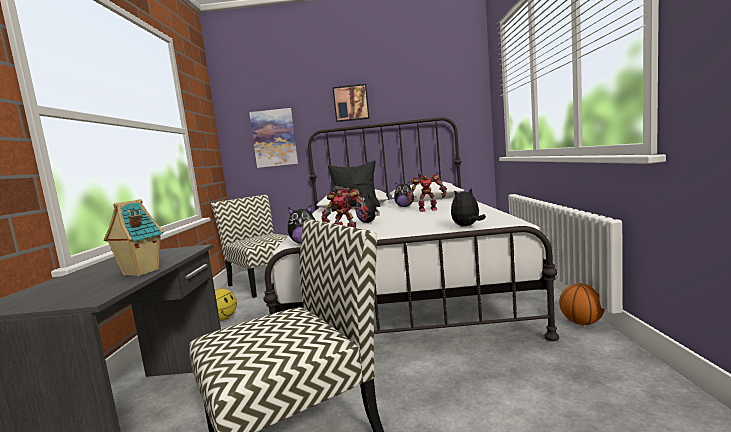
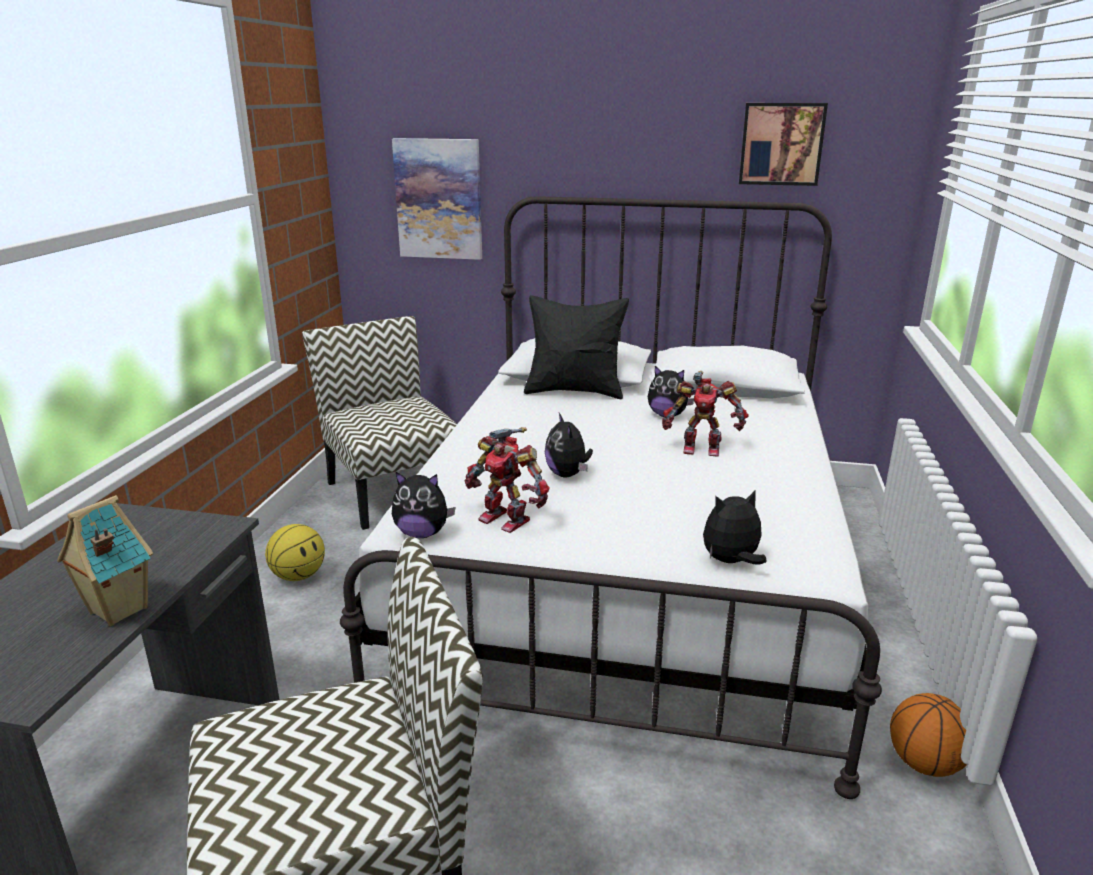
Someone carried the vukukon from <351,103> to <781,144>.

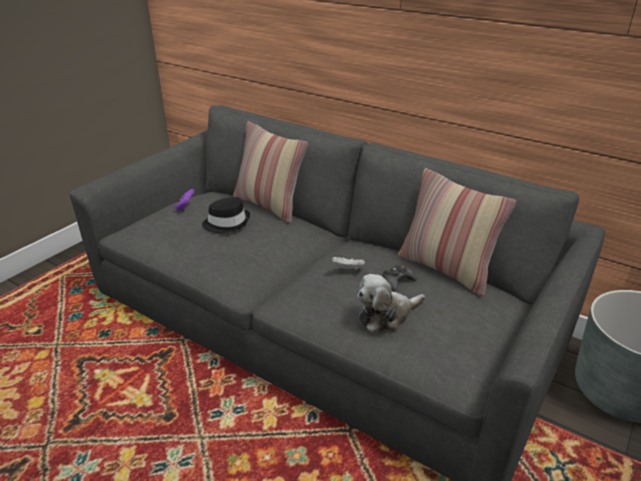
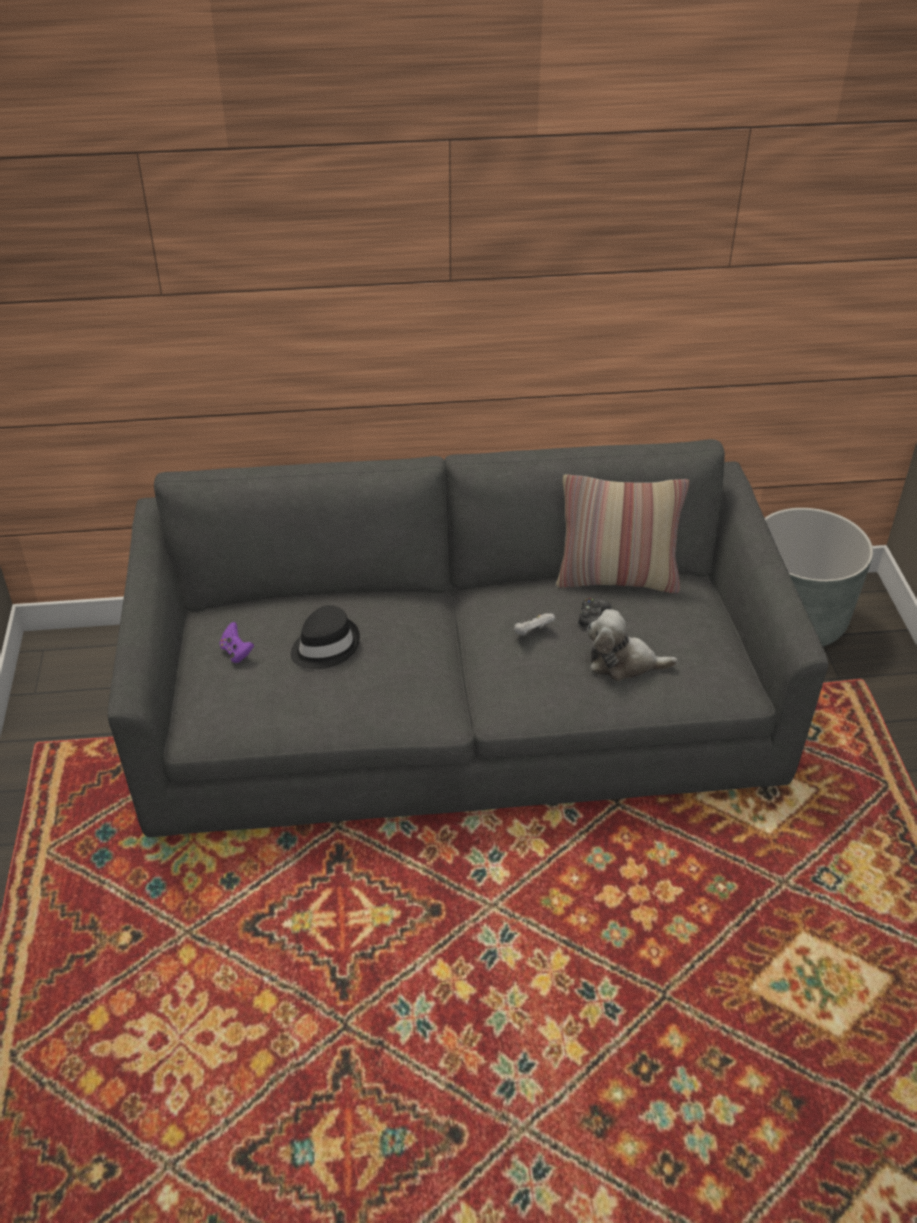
Someone took away the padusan at <269,205>. Someone rotated the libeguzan at <386,315> by 75 degrees clockwise.

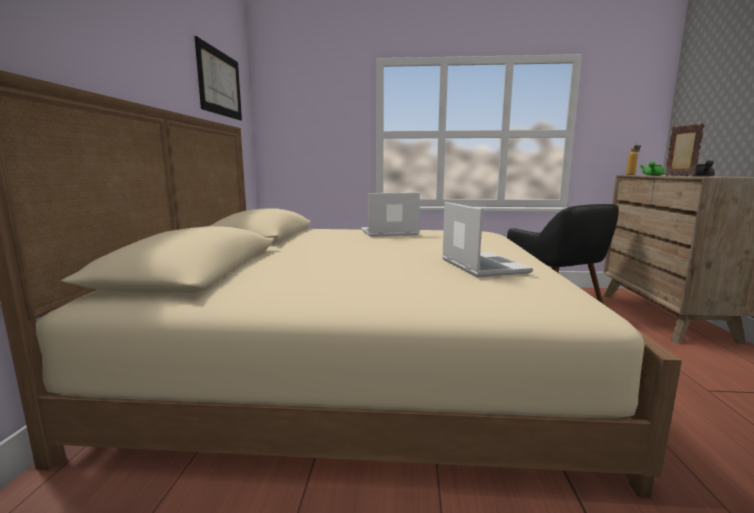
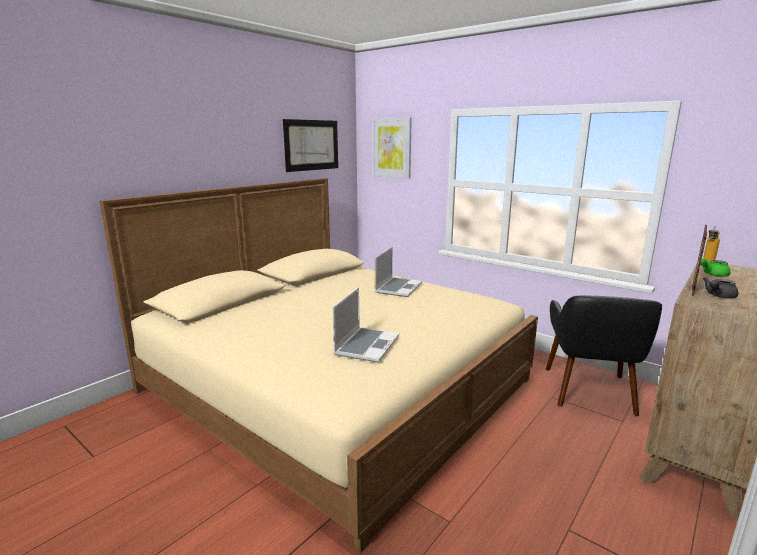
Someone put up the vukukon at <391,147>. Someone rotated the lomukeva at <388,233> by 90 degrees clockwise.

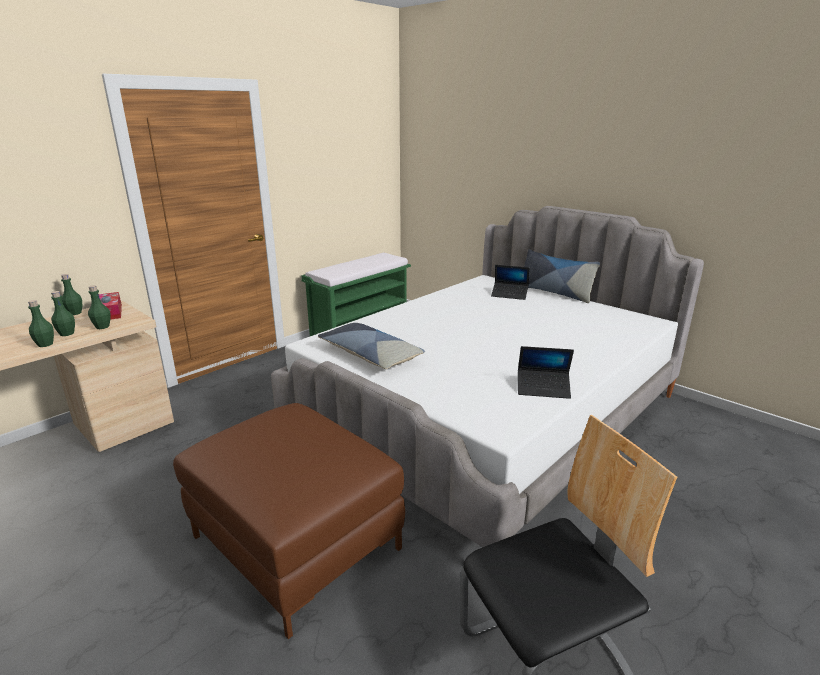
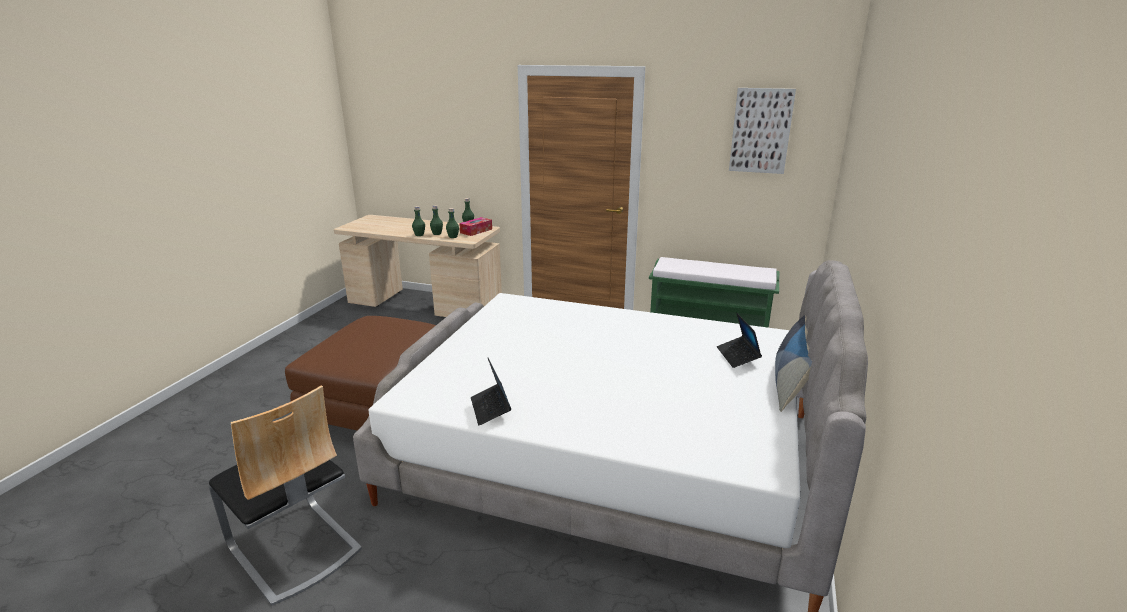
Someone took away the padusan at <370,355>. Someone put up the vukukon at <761,131>.

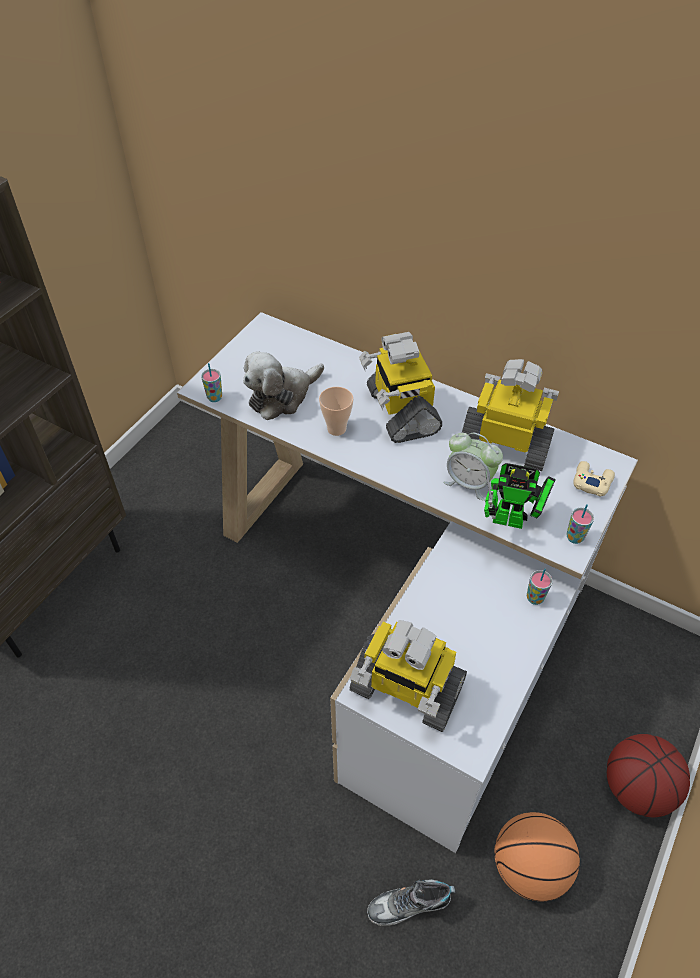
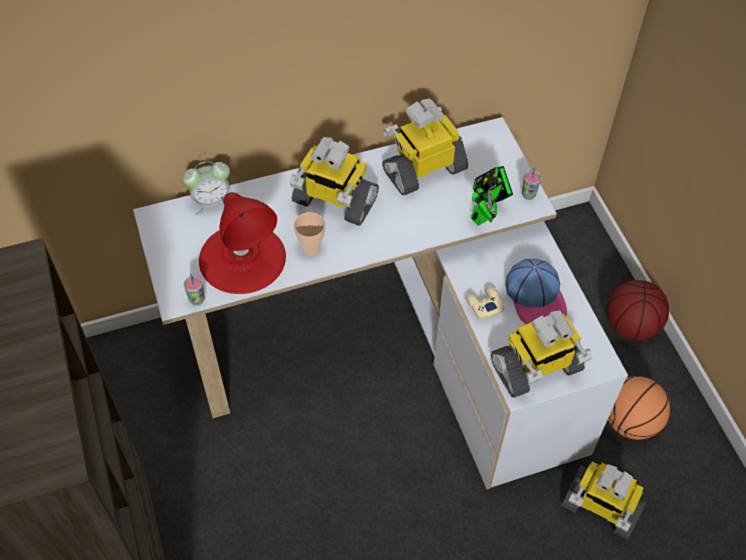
Someone took away the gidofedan at <534,598>. Someone put down the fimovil at <536,297>. Someone carried the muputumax from <469,483> to <212,202>. Someone carried the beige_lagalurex from <591,481> to <484,305>. Someone swapped the libeguzan at <282,396> for the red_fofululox at <243,258>. Someone swapped the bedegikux at <409,905> for the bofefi at <600,507>.

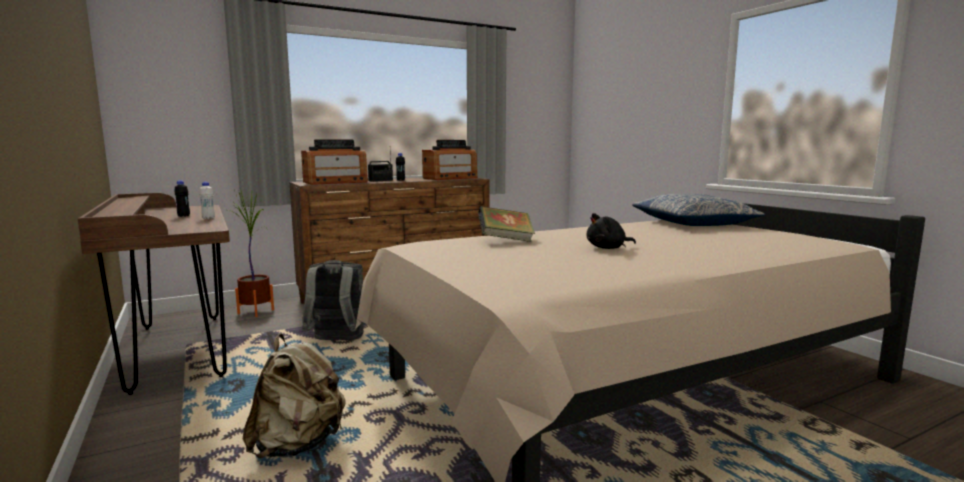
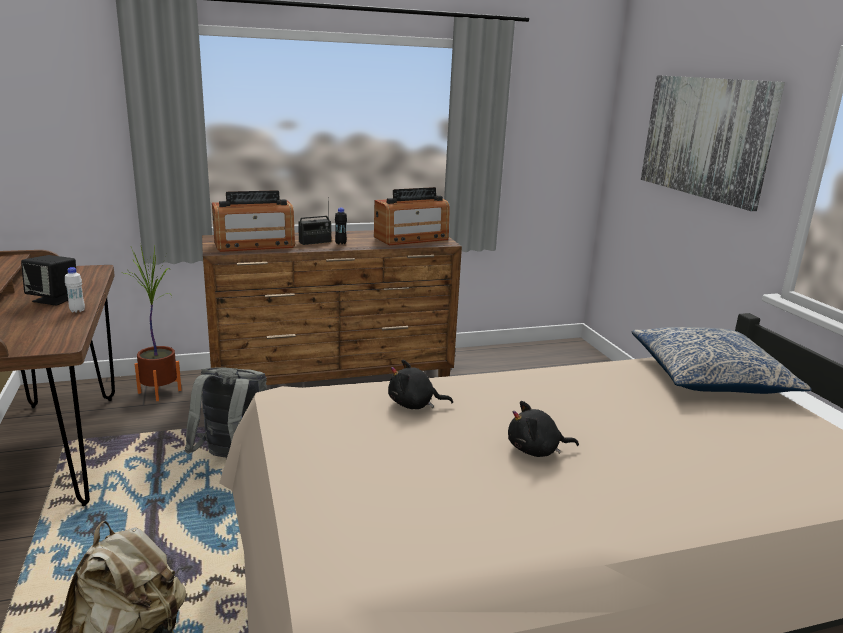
Someone put up the vukukon at <705,137>. Someone swapped the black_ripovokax at <183,216> for the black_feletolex at <54,299>. Someone swapped the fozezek at <505,240> for the black_libeguzan at <414,405>.

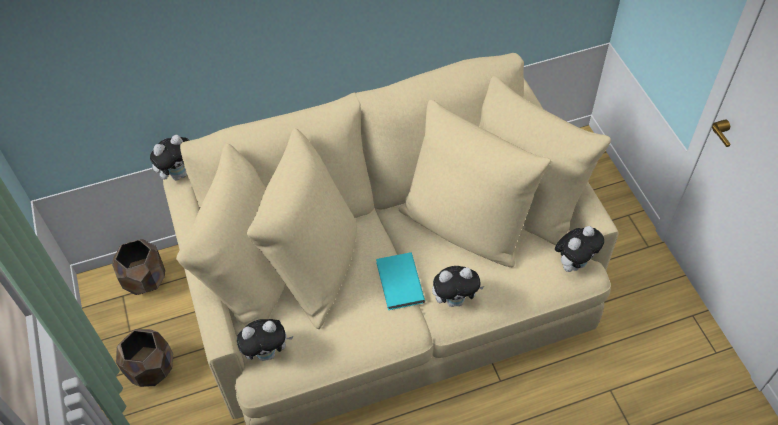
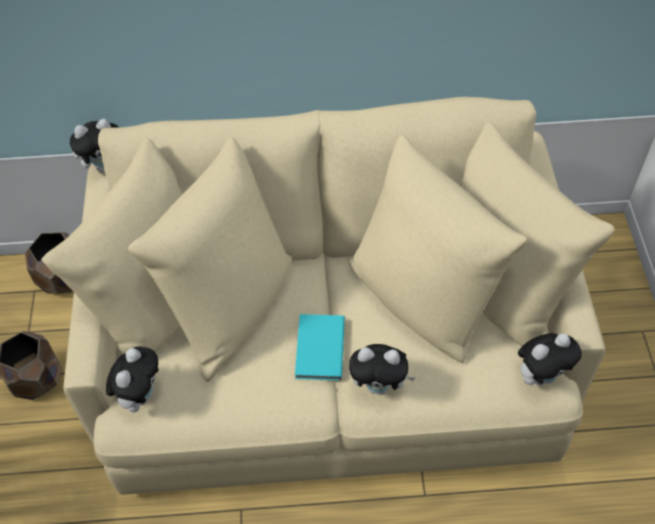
Someone rotated the libeguzan at <267,353> by 75 degrees counterclockwise.

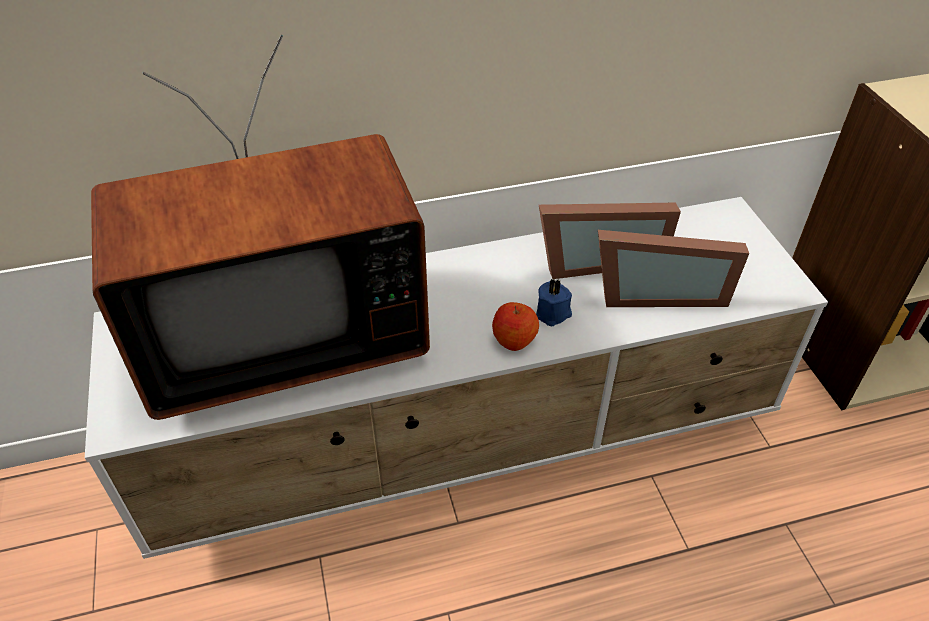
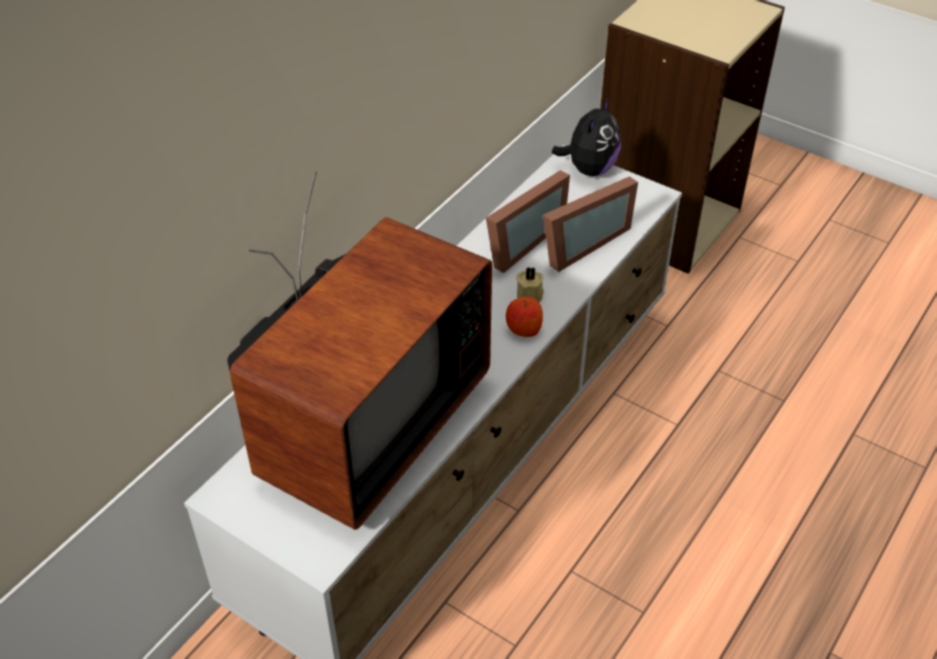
Someone put down the libeguzan at <589,169>. Someone repainted the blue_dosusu at <553,314>, which became the beige_dosusu at <530,296>.

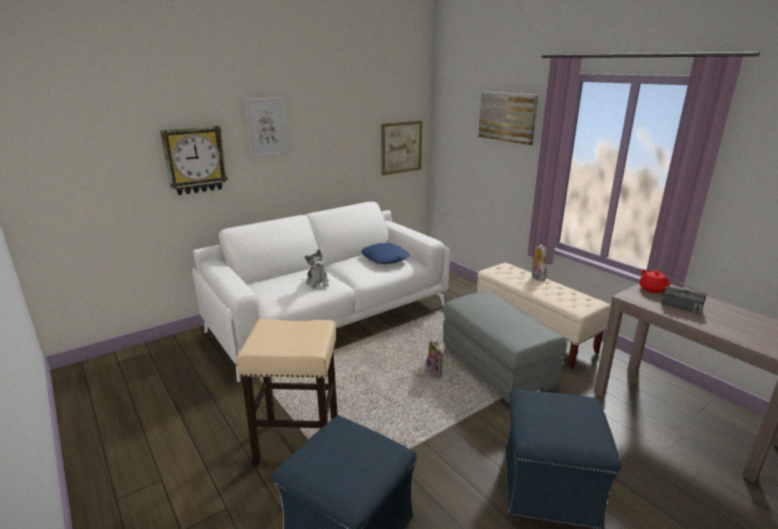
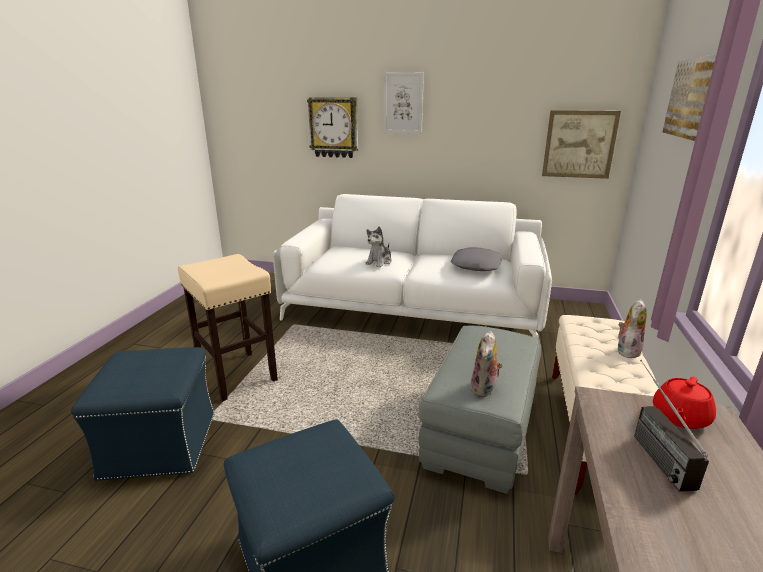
Someone carried the libeguzan from <435,373> to <484,389>. Someone repainted the blue_padusan at <385,258>, which became the grey_padusan at <476,265>.

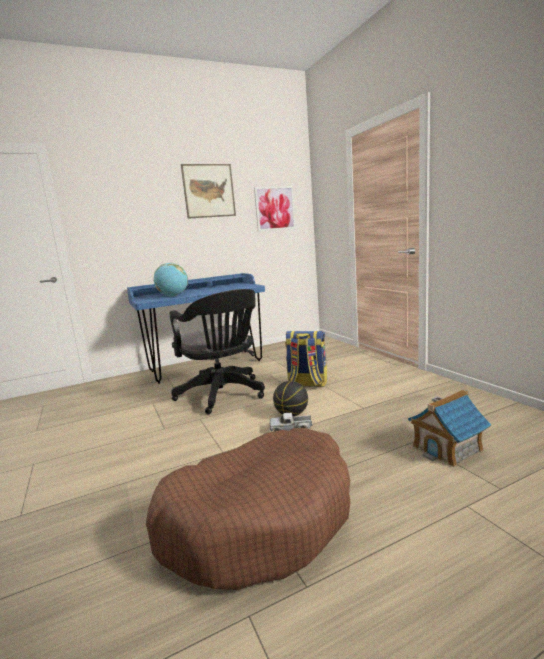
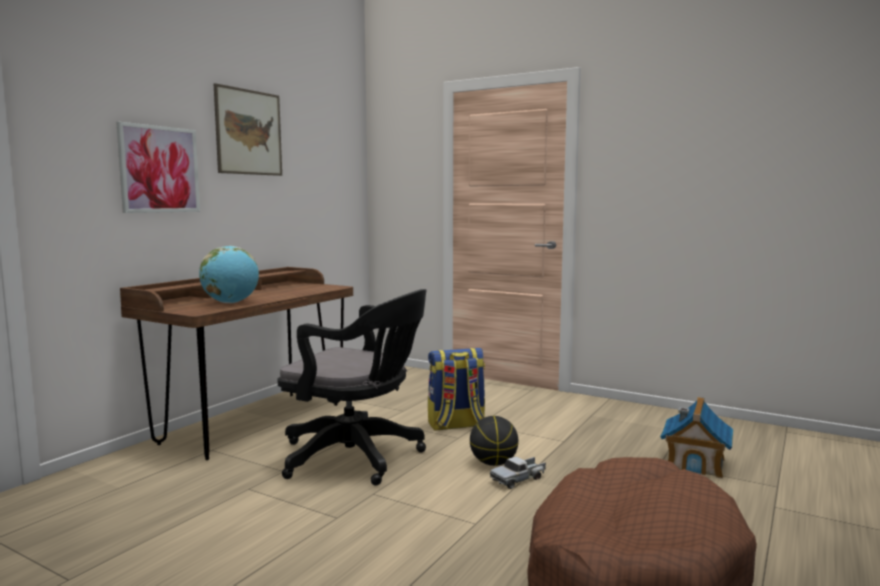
Someone carried the vukukon from <274,208> to <159,169>. Someone repainted the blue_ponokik at <206,366>, which became the brown_ponokik at <254,423>.

